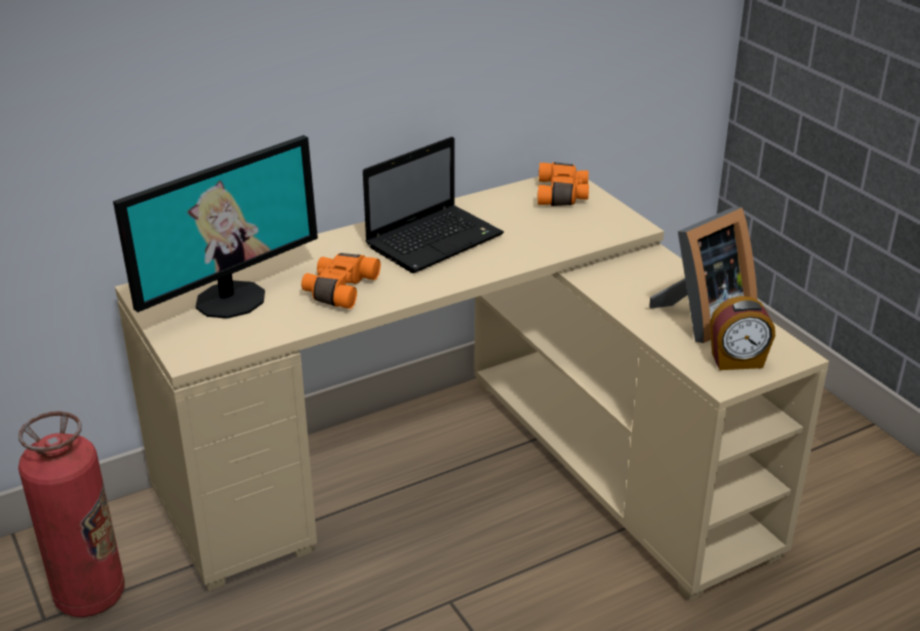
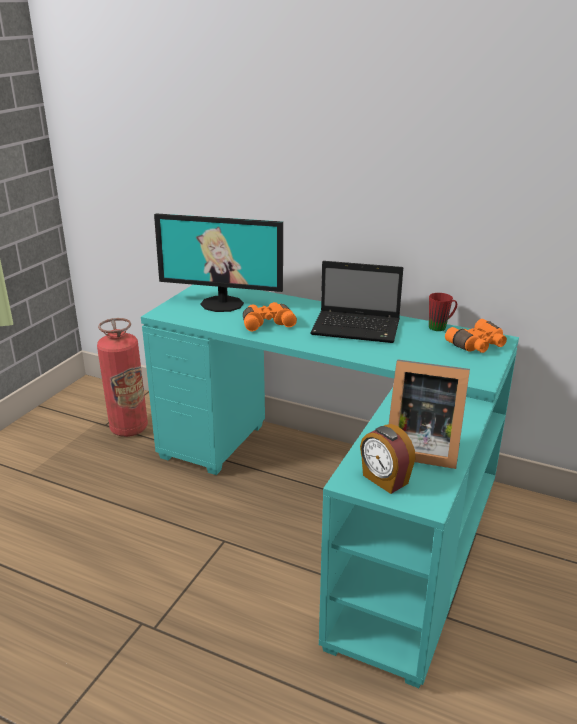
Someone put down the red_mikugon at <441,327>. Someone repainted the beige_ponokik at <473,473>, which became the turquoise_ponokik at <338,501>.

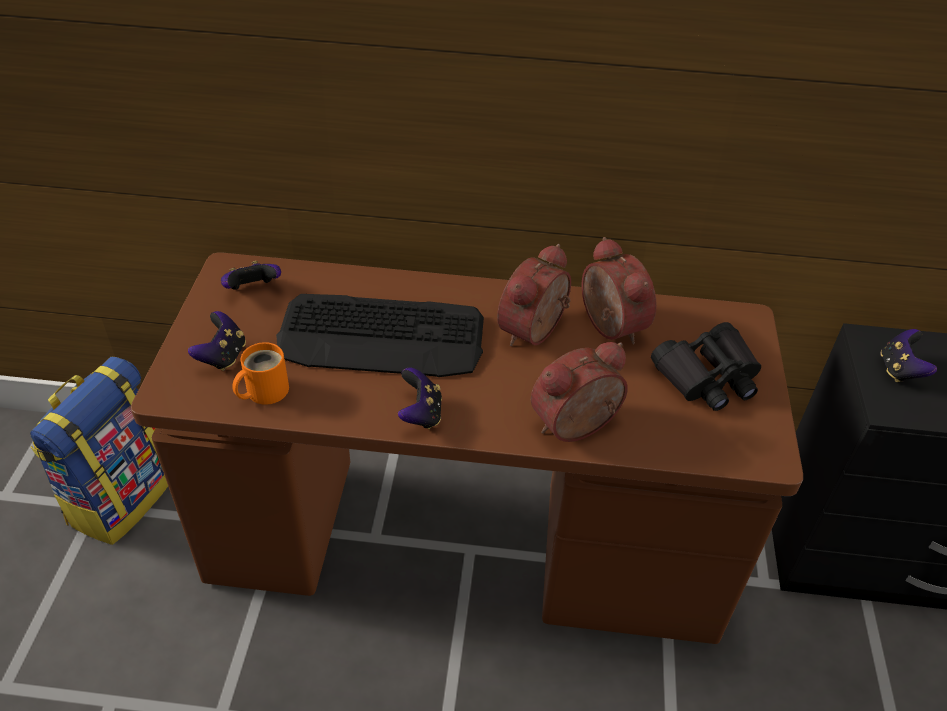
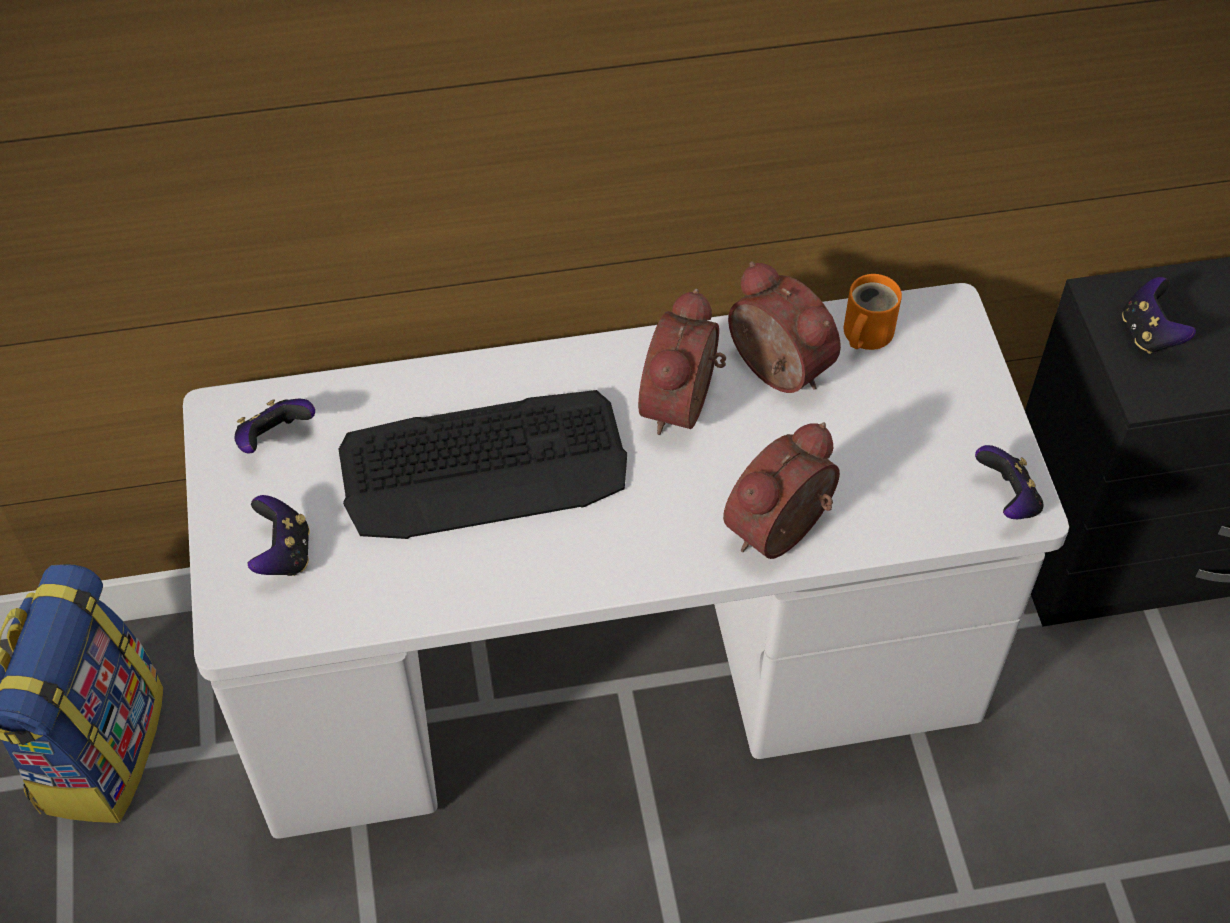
Someone took away the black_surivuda at <707,377>. Someone carried the orange_mikugon from <263,391> to <864,333>. Someone carried the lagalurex from <421,414> to <1007,499>. Someone repainted the brown_ponokik at <465,542>, which became the white_ponokik at <614,677>.

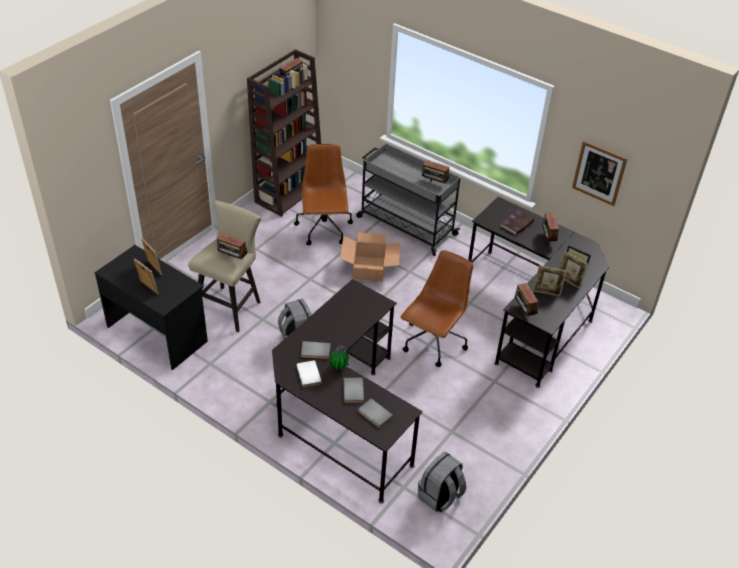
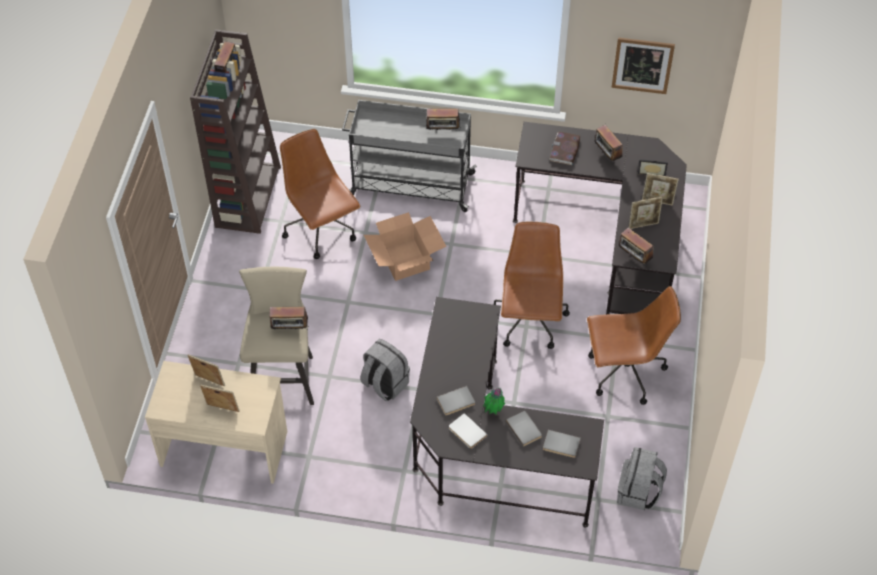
Someone put down the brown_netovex at <624,373>. Someone repainted the black_ponokik at <157,333>, which became the beige_ponokik at <224,447>.

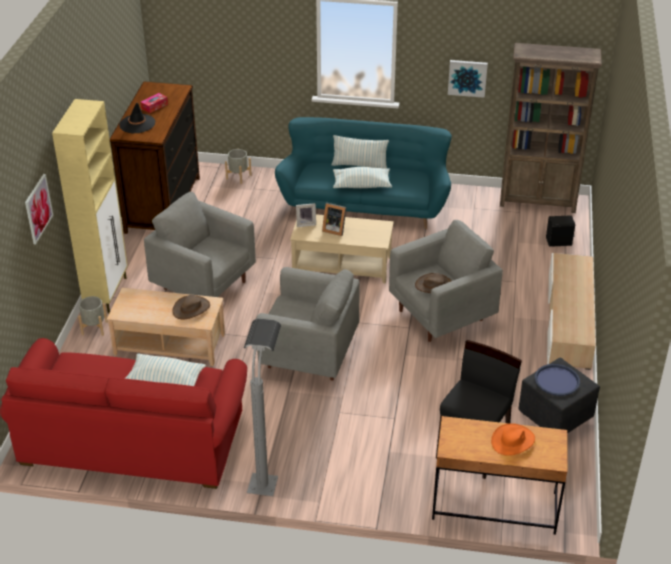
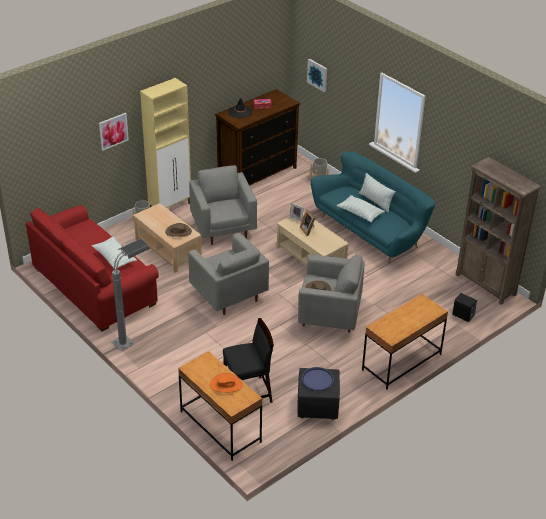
Someone carried the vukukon from <467,78> to <317,75>. Someone swapped the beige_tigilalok at <568,321> for the brown_ponokik at <401,362>.

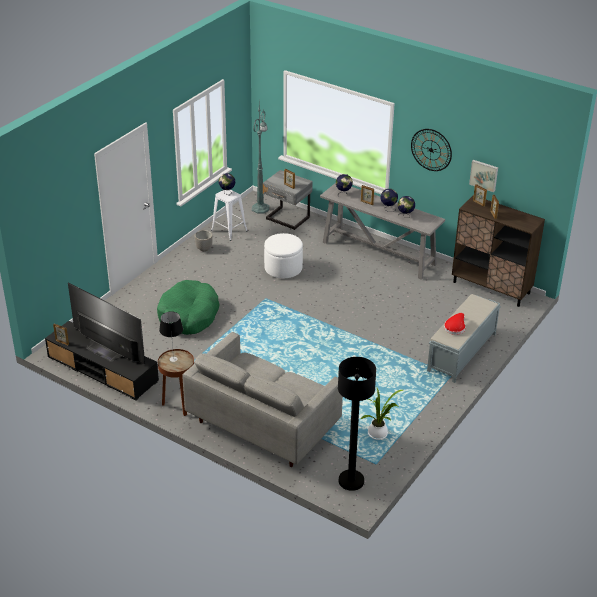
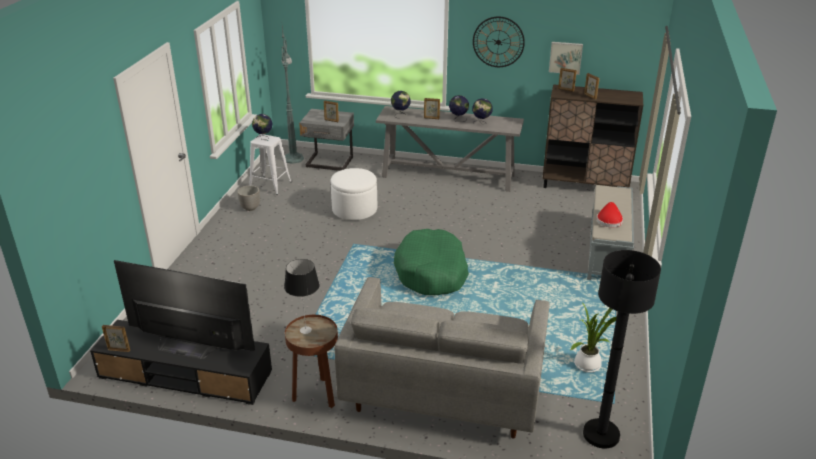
Someone carried the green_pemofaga from <188,316> to <431,272>.

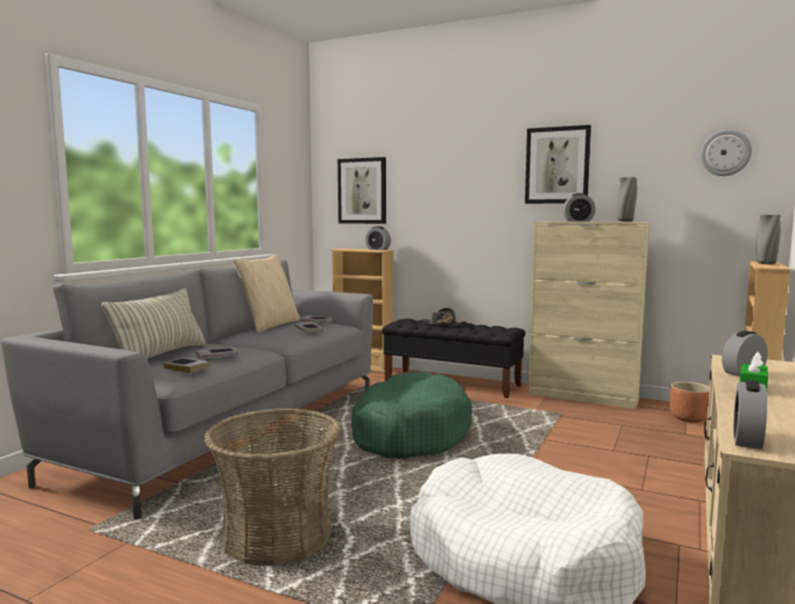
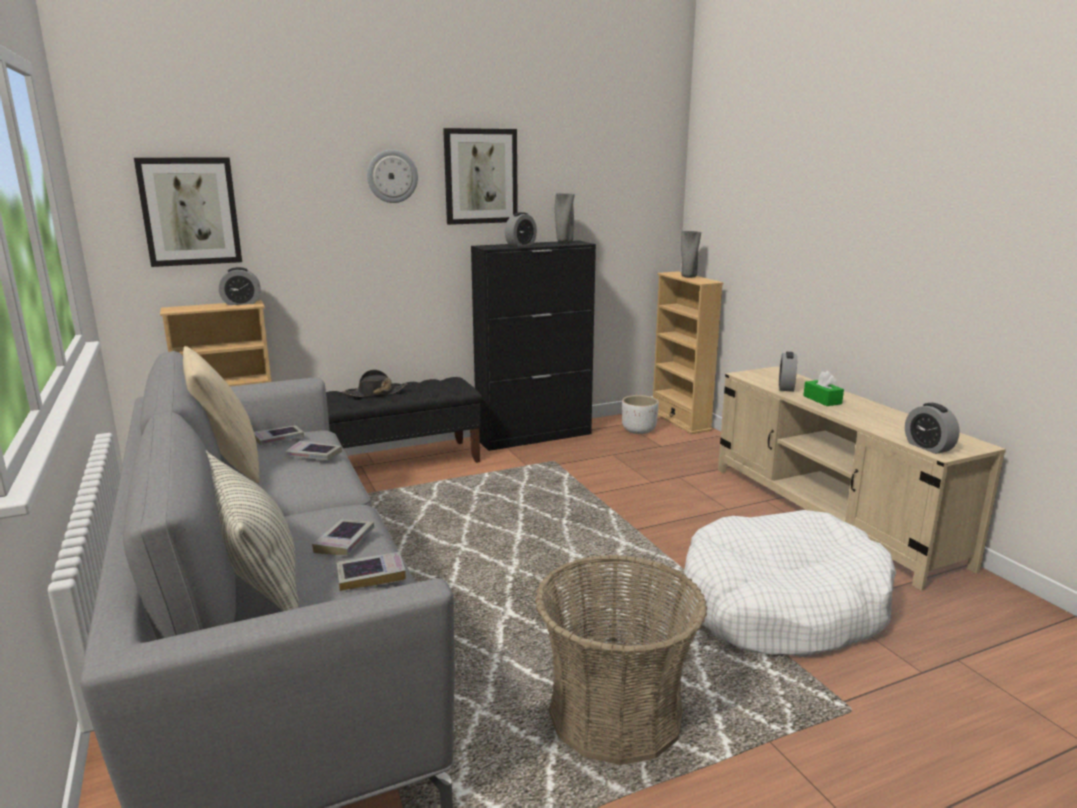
Someone took away the green_pemofaga at <409,433>. Someone carried the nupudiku from <725,153> to <392,176>. Someone repainted the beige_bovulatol at <583,397>, which became the black_bovulatol at <535,436>. Someone repainted the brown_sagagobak at <689,419>, which became the white_sagagobak at <639,430>.

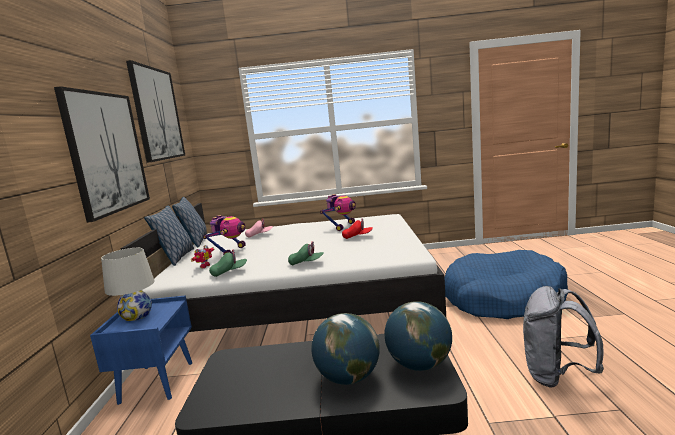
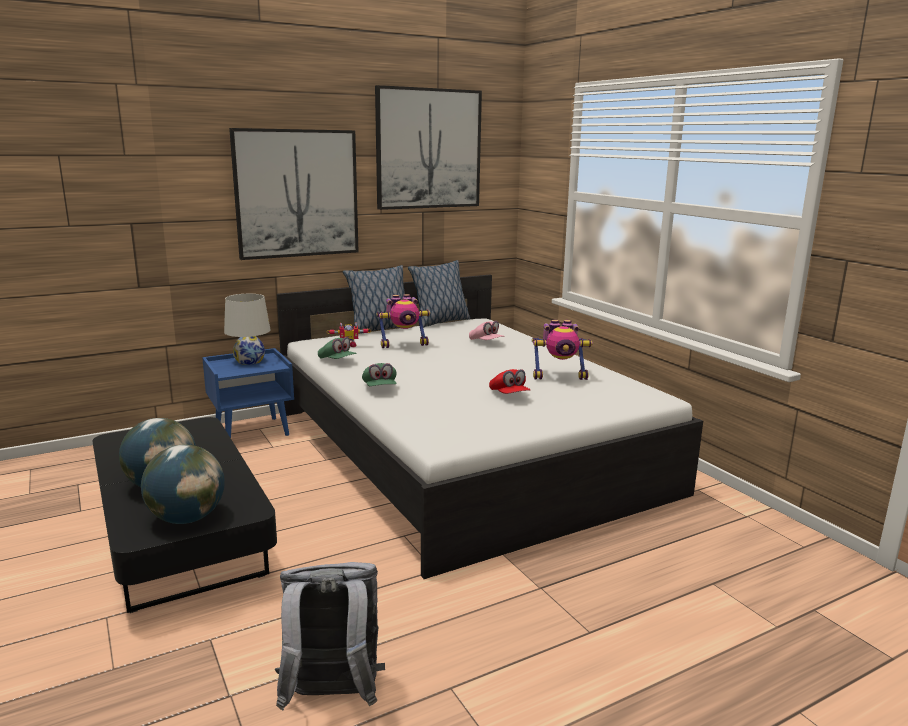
Someone took away the blue_pemofaga at <502,298>.

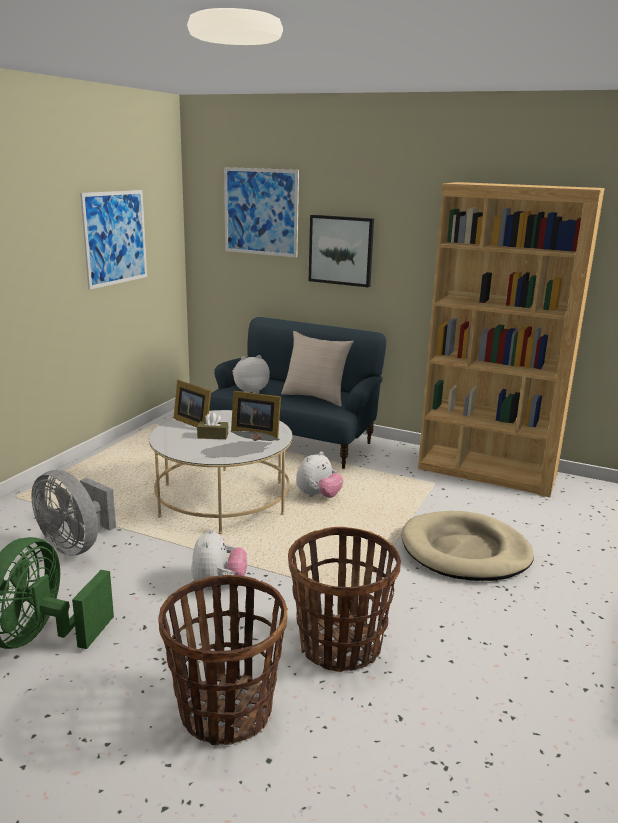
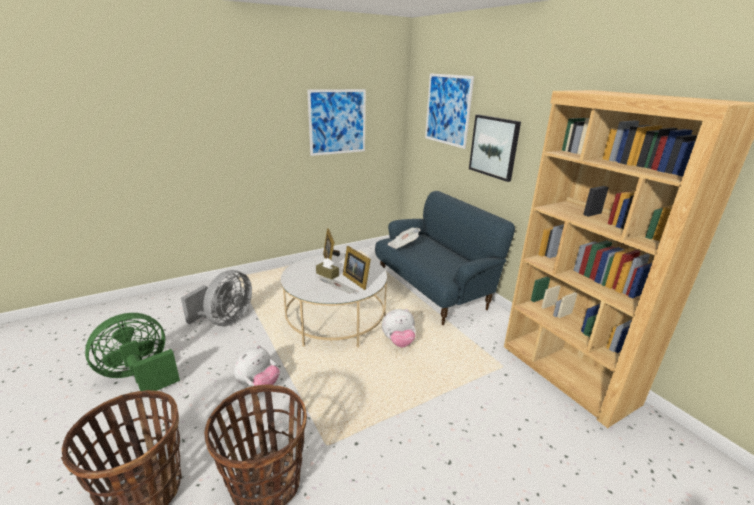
Someone took away the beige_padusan at <315,397>. Someone took away the beige_pemofaga at <465,551>. Someone swapped the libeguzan at <249,391> for the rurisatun at <403,245>. Someone rotated the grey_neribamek at <76,545> by 135 degrees counterclockwise.

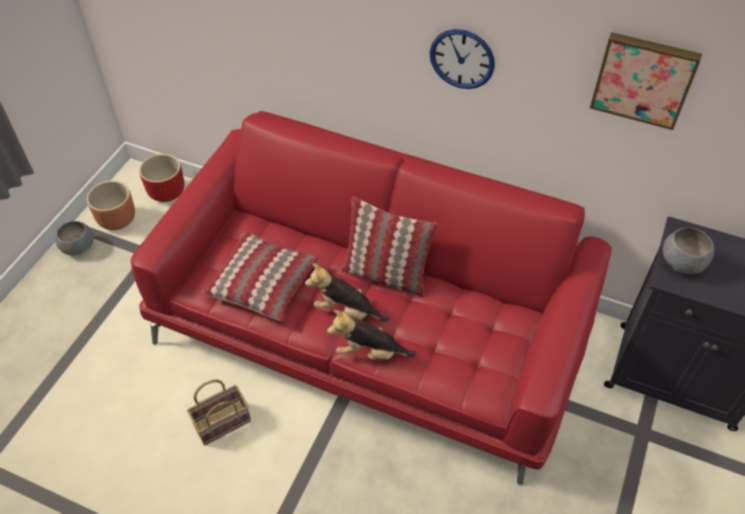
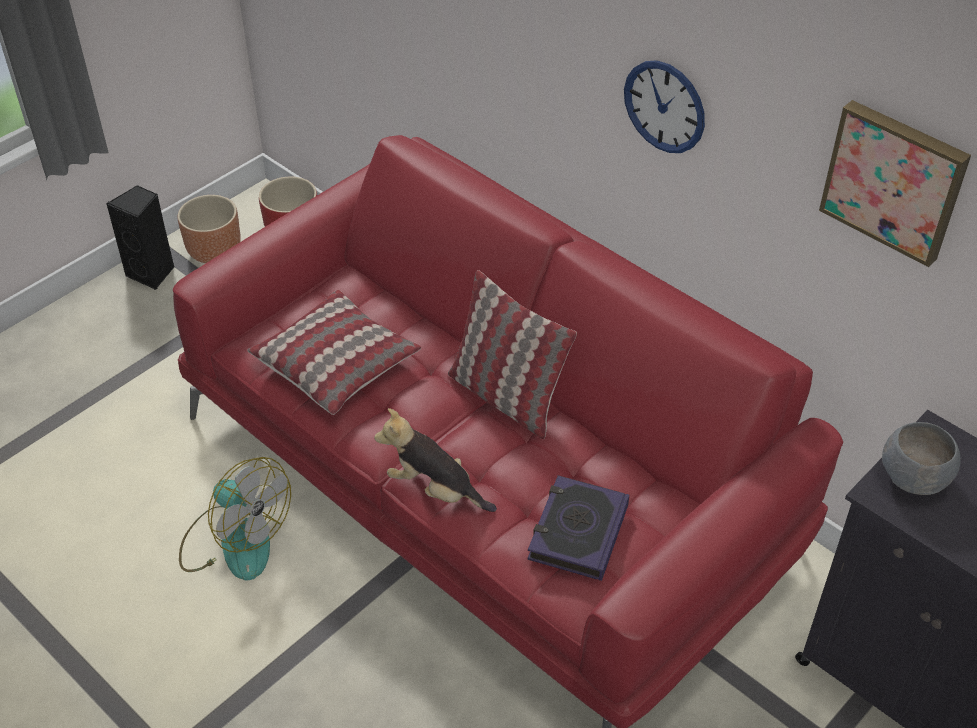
Someone took away the libeguzan at <346,311>. Someone put down the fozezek at <577,532>. Someone swapped the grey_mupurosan at <79,247> for the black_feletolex at <152,273>. Someone swapped the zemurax at <223,421> for the neribamek at <235,541>.

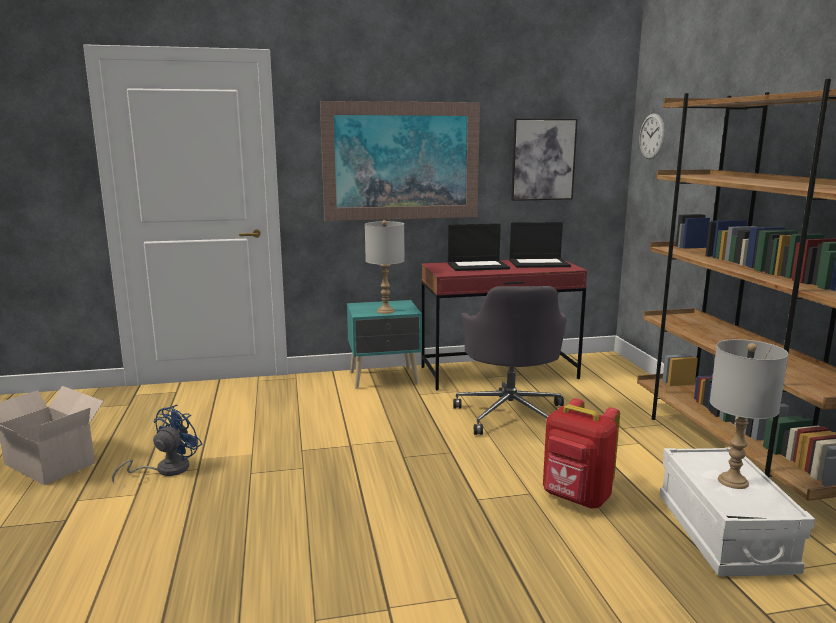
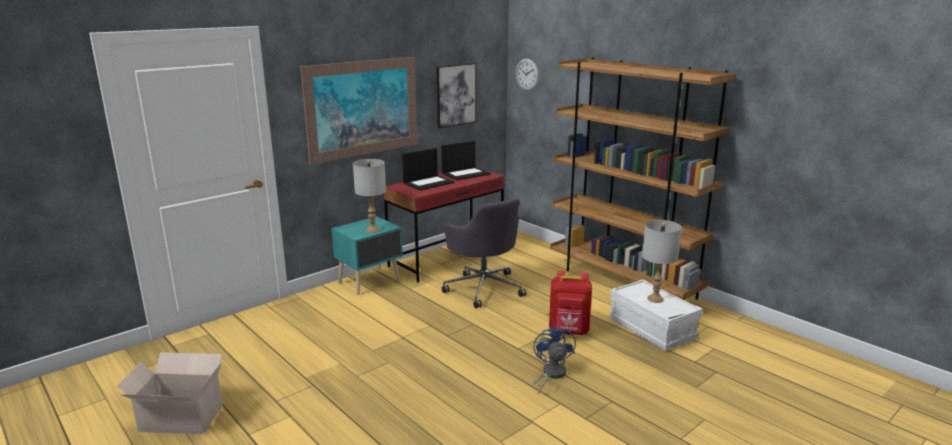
Someone carried the blue_neribamek from <165,470> to <551,374>.

